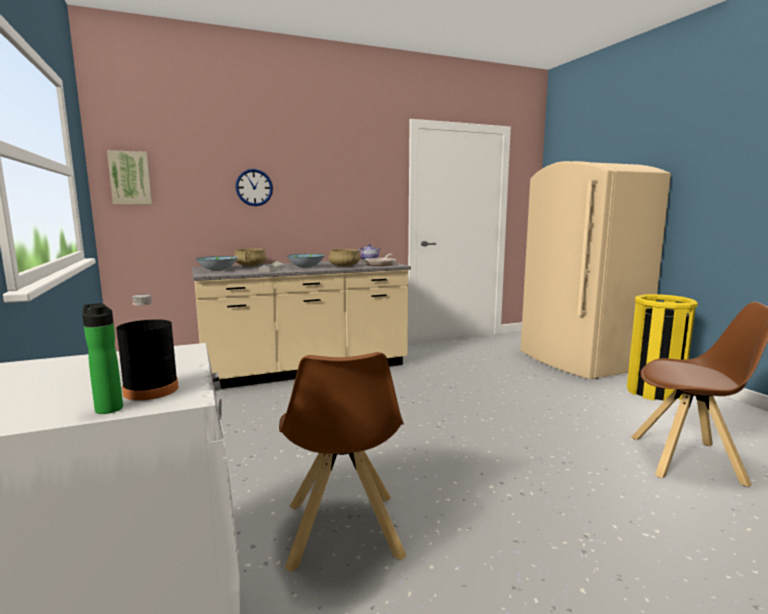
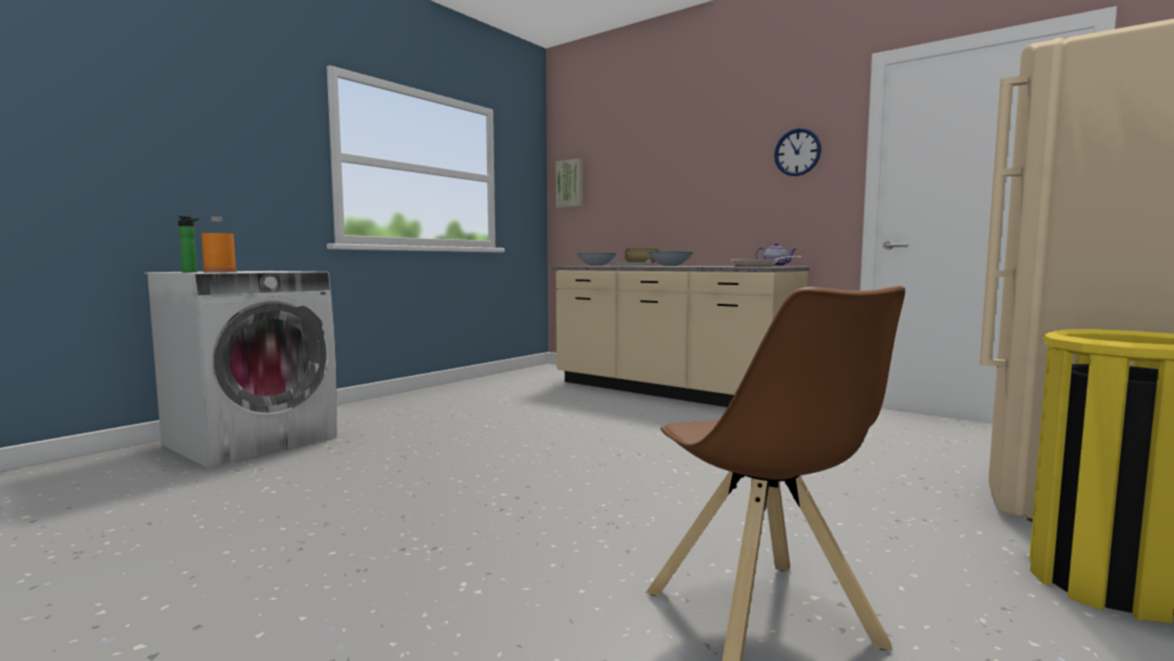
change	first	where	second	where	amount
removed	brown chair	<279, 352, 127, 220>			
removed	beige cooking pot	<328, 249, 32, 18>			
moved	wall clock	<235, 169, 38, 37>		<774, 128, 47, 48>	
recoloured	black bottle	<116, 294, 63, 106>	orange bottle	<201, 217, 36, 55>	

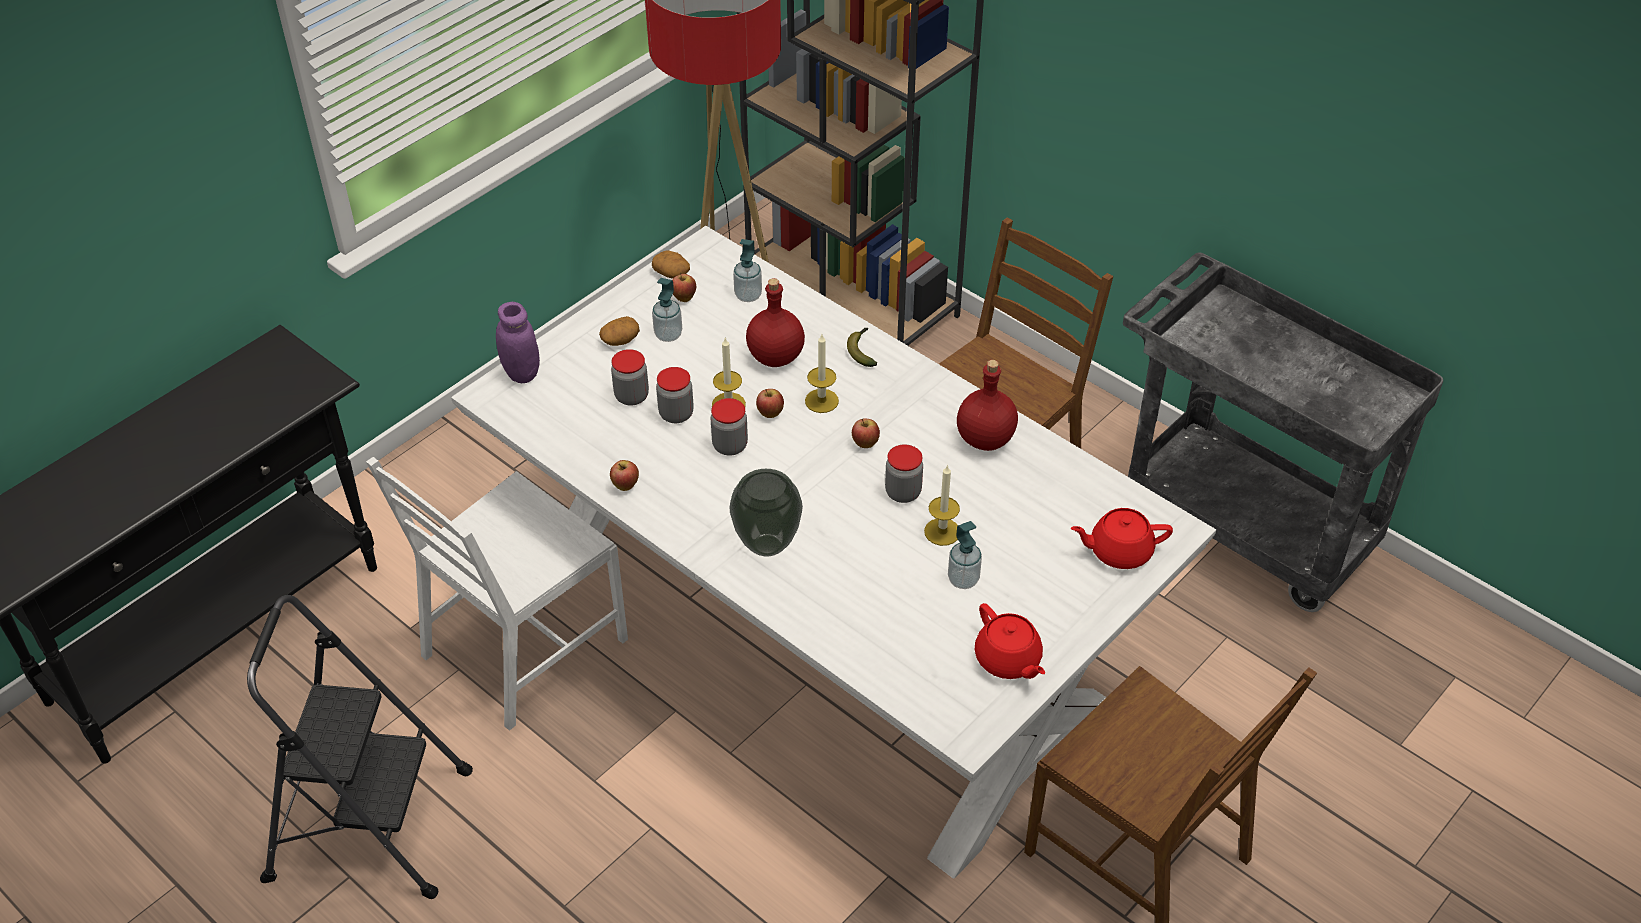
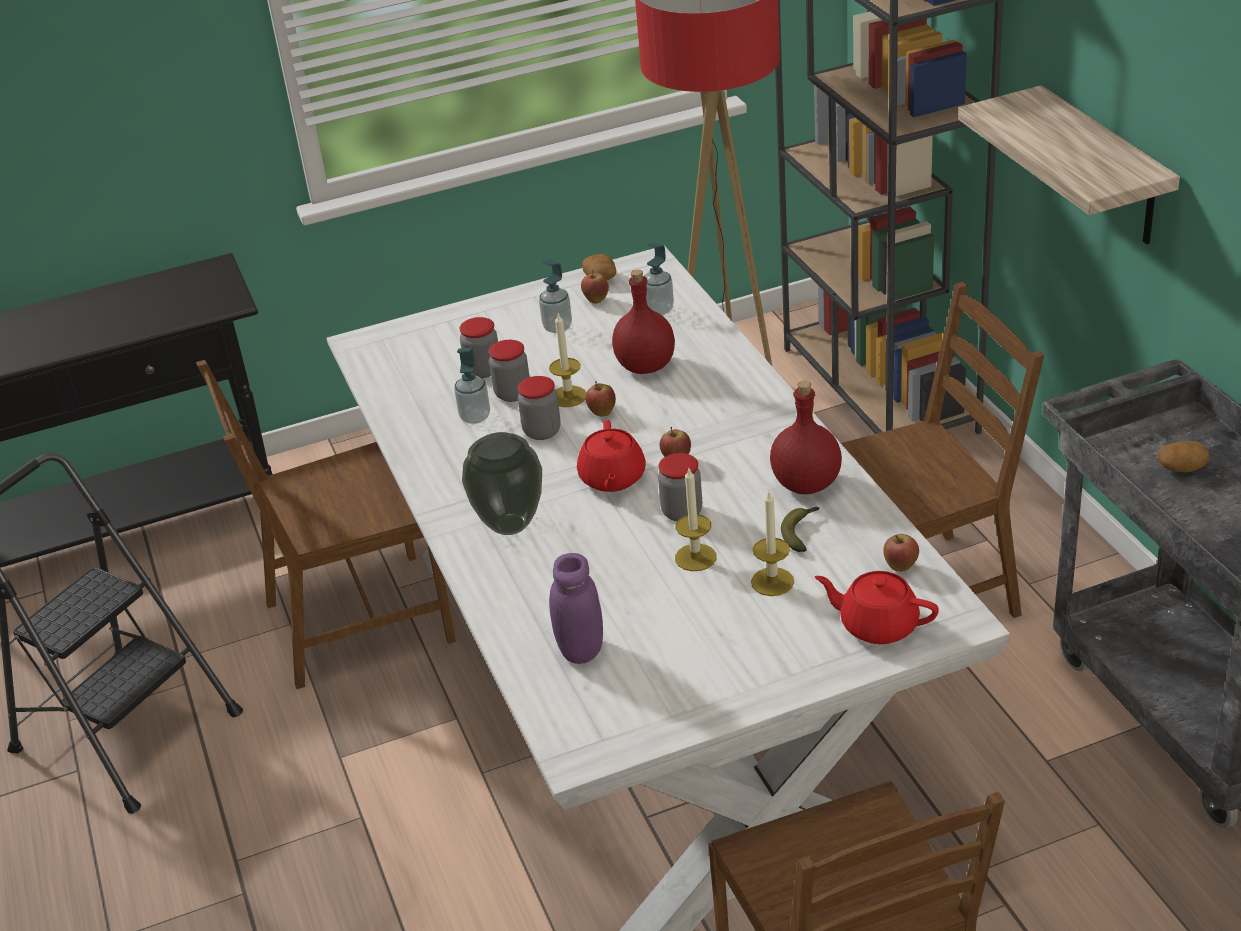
change	first	where	second	where	amount
added			shelf	<958, 85, 222, 159>	
moved	purple jar	<496, 302, 44, 81>		<549, 553, 54, 111>	
moved	potato	<599, 316, 41, 30>		<1157, 441, 52, 32>	
moved	apple	<610, 460, 29, 31>		<883, 534, 36, 38>	
moved	candle	<805, 335, 34, 78>		<751, 490, 43, 106>	
moved	banana	<847, 328, 30, 39>		<781, 506, 38, 46>	
moved	soap dispenser	<948, 521, 34, 68>		<454, 348, 36, 76>	
moved	red teapot	<975, 603, 70, 76>		<577, 420, 69, 72>	
recoloured	white chair	<366, 457, 262, 274>	brown chair	<196, 360, 260, 329>	

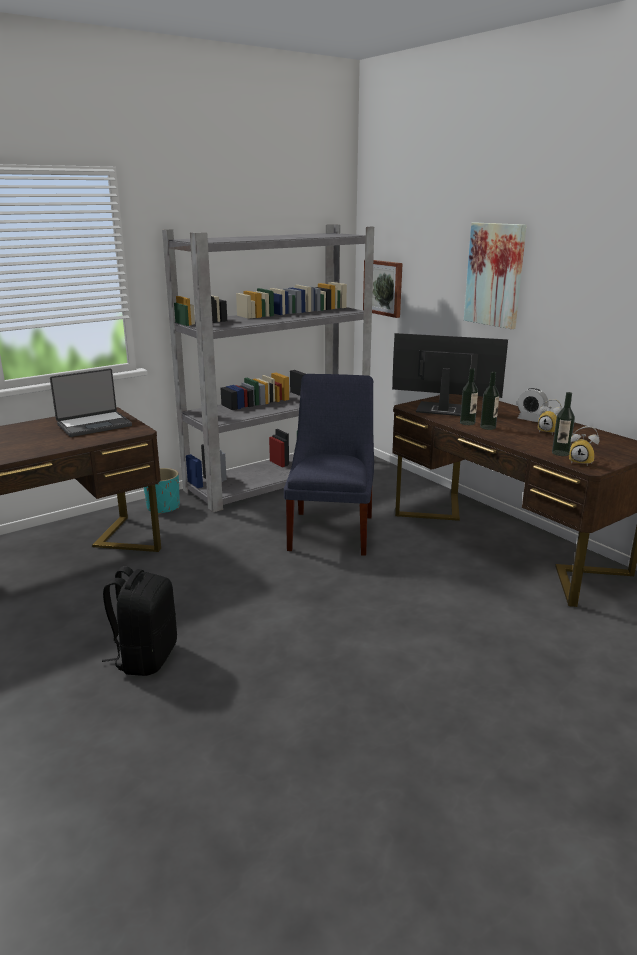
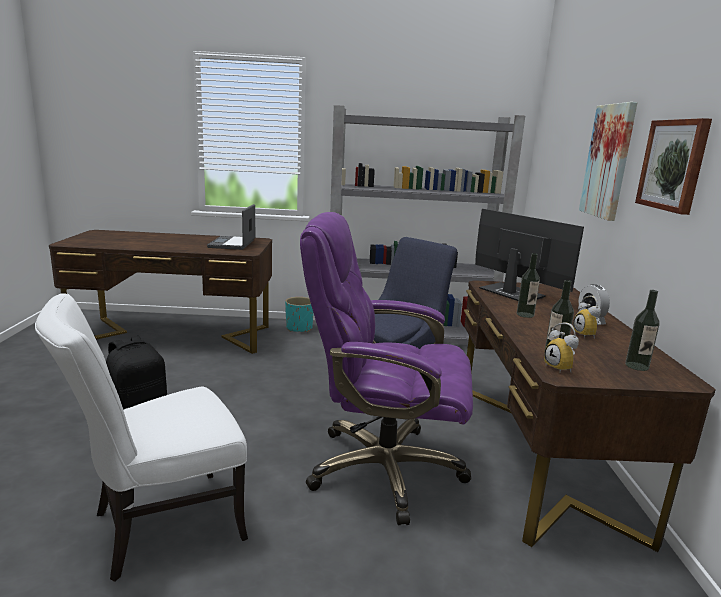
change	first	where	second	where	amount
added			white chair	<35, 293, 213, 289>	
added			purple office chair	<300, 212, 173, 313>	
moved	picture	<363, 260, 40, 58>		<635, 118, 77, 97>	
moved	bottle	<460, 368, 18, 57>		<625, 290, 34, 81>	
turned	laptop	<50, 368, 82, 69>		<207, 204, 48, 46>	90 degrees clockwise

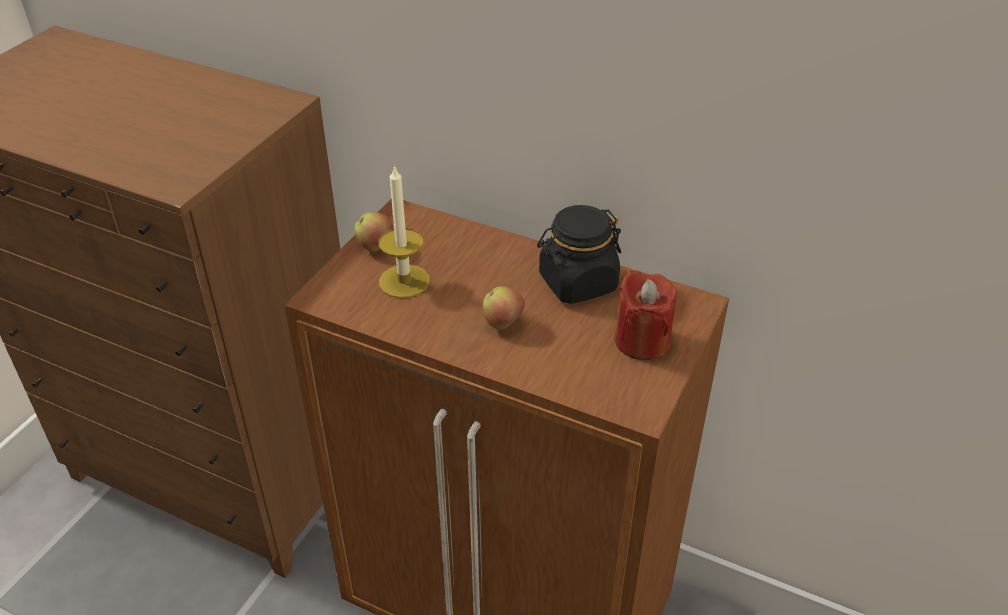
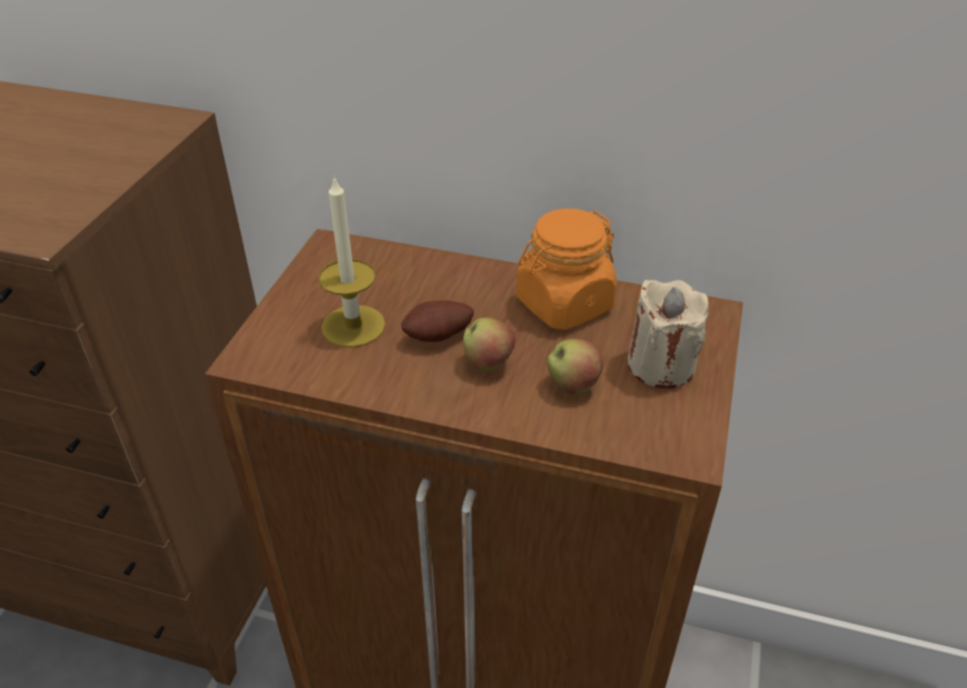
change	first	where	second	where	amount
added			potato	<401, 300, 73, 42>	
moved	apple	<355, 212, 38, 40>		<547, 339, 56, 55>	
recoloured	black jar	<537, 205, 84, 99>	orange jar	<516, 209, 101, 121>	
recoloured	red candle	<615, 271, 62, 89>	beige candle	<627, 279, 82, 110>	

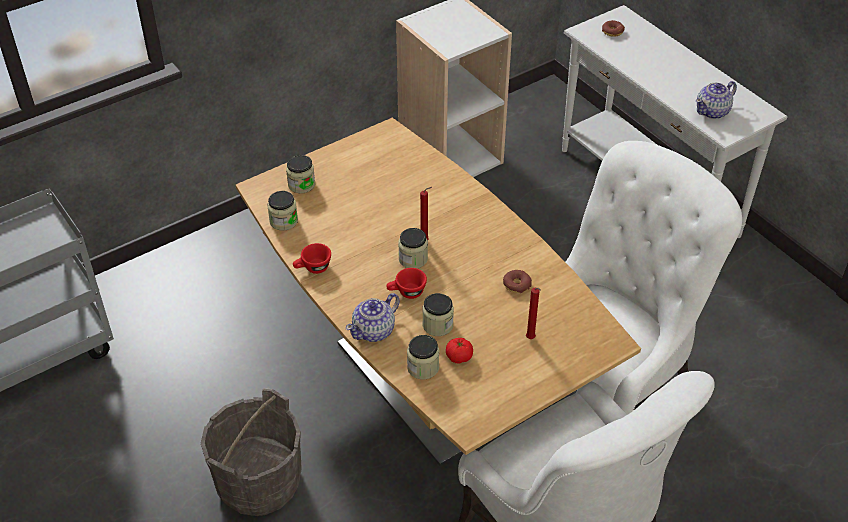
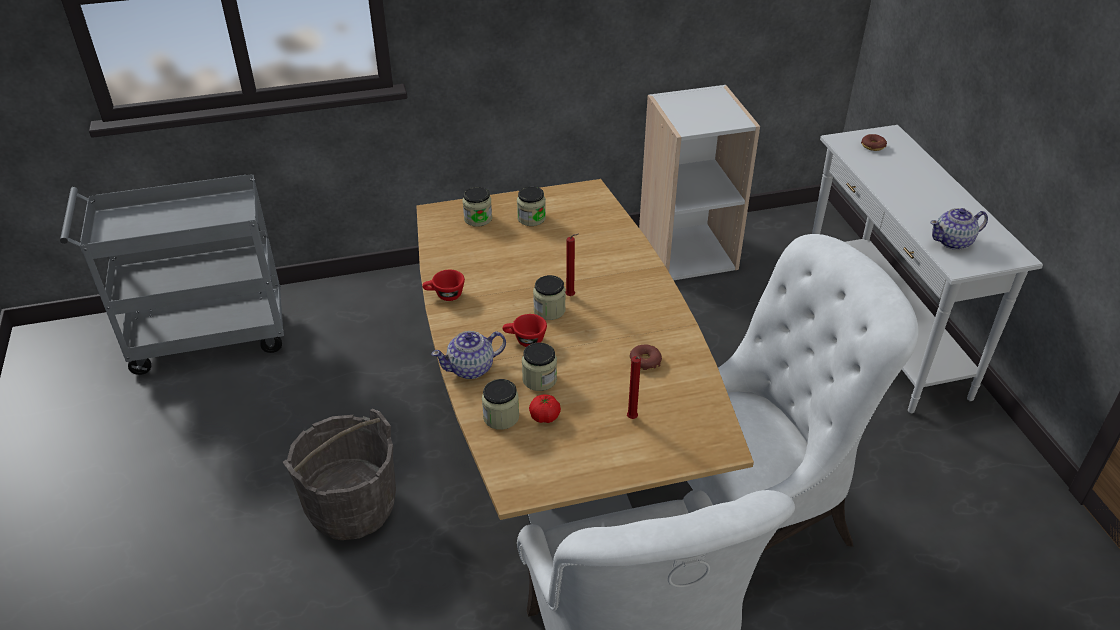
change	first	where	second	where	amount
moved	jar	<267, 191, 31, 39>		<517, 186, 29, 40>	

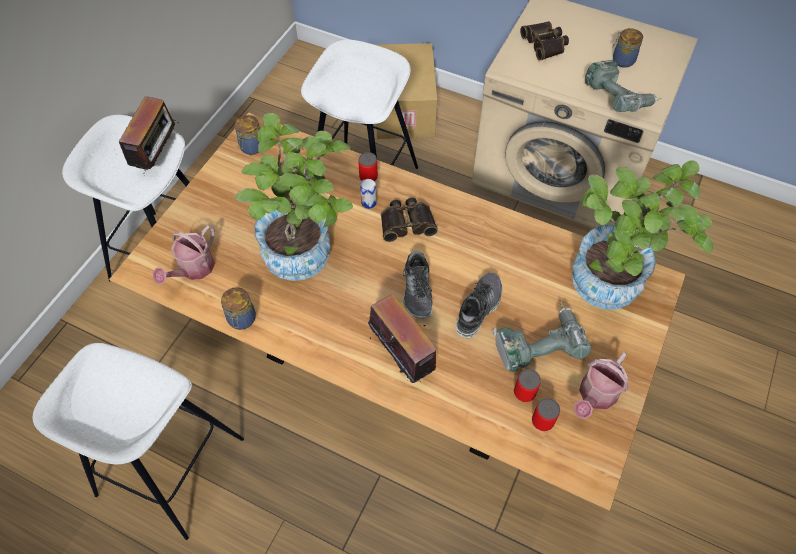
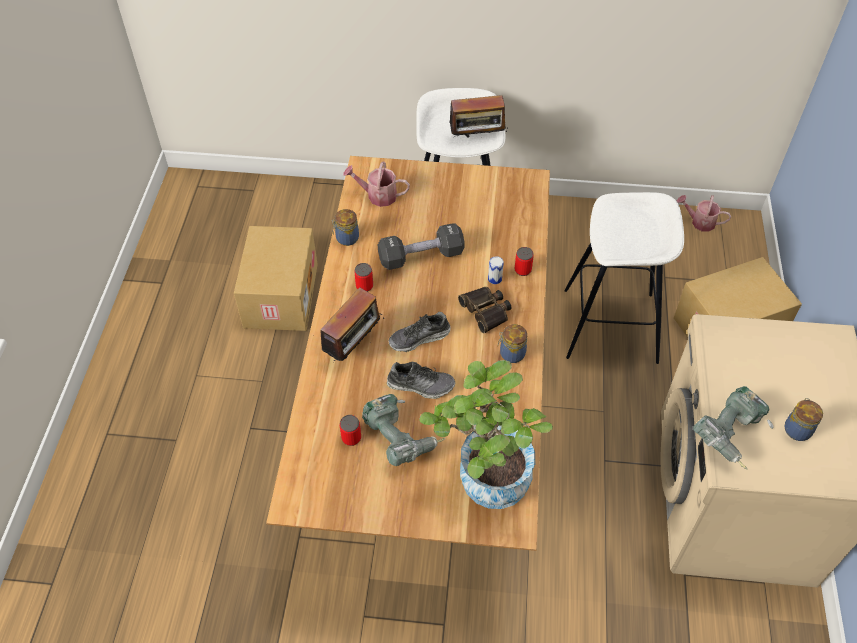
change	first	where	second	where	amount
removed	binoculars	<520, 21, 49, 40>			
moved	jar	<235, 115, 25, 40>		<498, 324, 29, 39>	
moved	can	<532, 398, 28, 33>		<354, 263, 19, 29>	
moved	watering can	<574, 352, 54, 67>		<677, 195, 54, 37>	
replaced	white stool	<33, 343, 211, 197>	cardboard box	<234, 226, 84, 105>	
replaced	potted plant	<235, 113, 118, 168>	black dumbbell	<378, 223, 87, 47>	

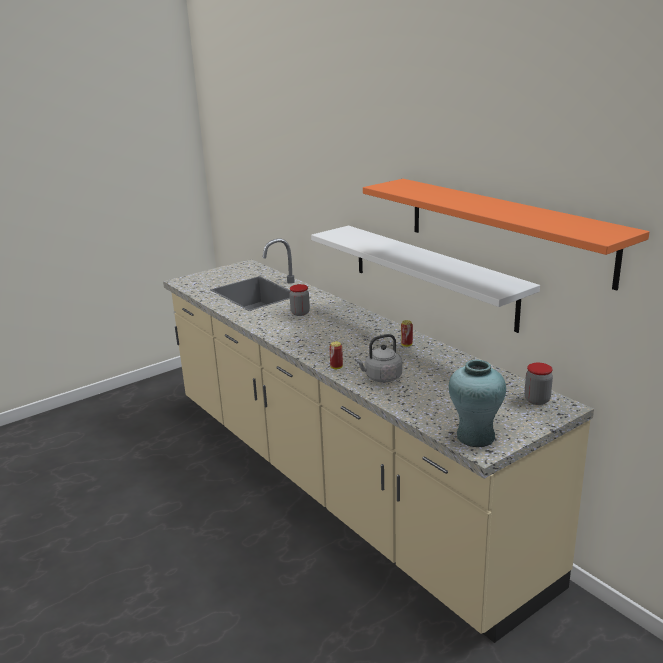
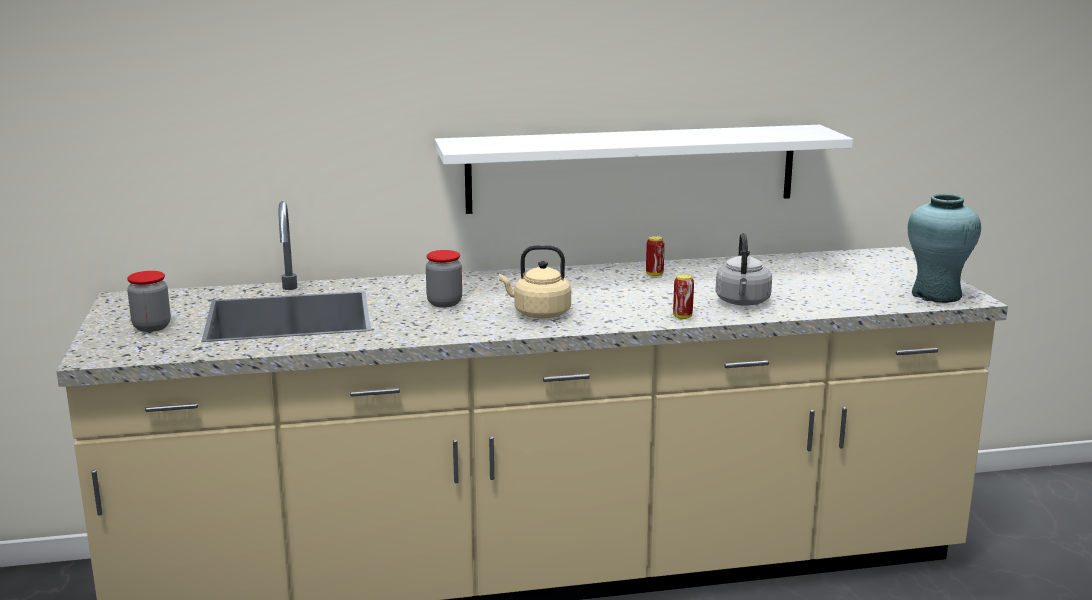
change	first	where	second	where	amount
removed	orange shelf	<363, 179, 286, 111>			
added			beige kettle	<499, 245, 72, 74>	
moved	jar	<524, 363, 29, 42>		<127, 271, 44, 61>	

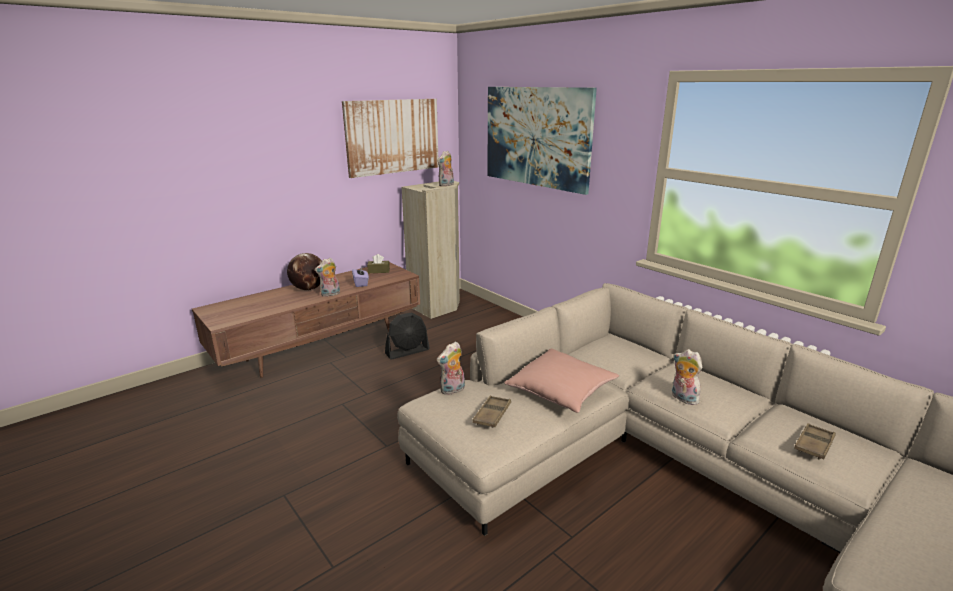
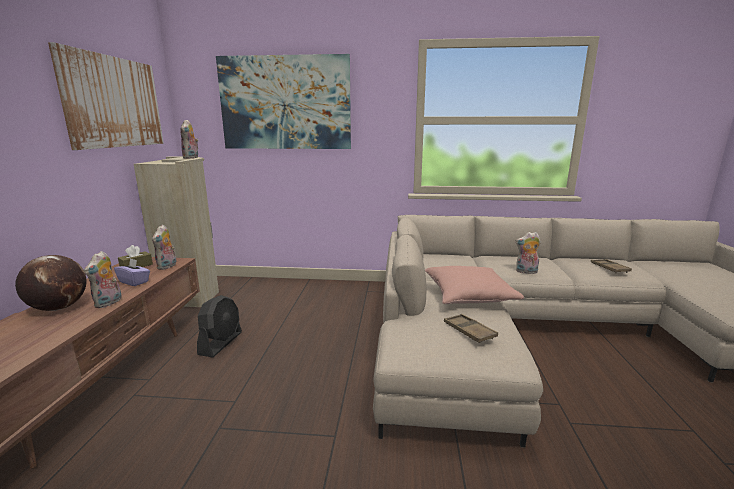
change	first	where	second	where	amount
moved	plush toy	<437, 341, 28, 54>		<152, 225, 25, 45>	

